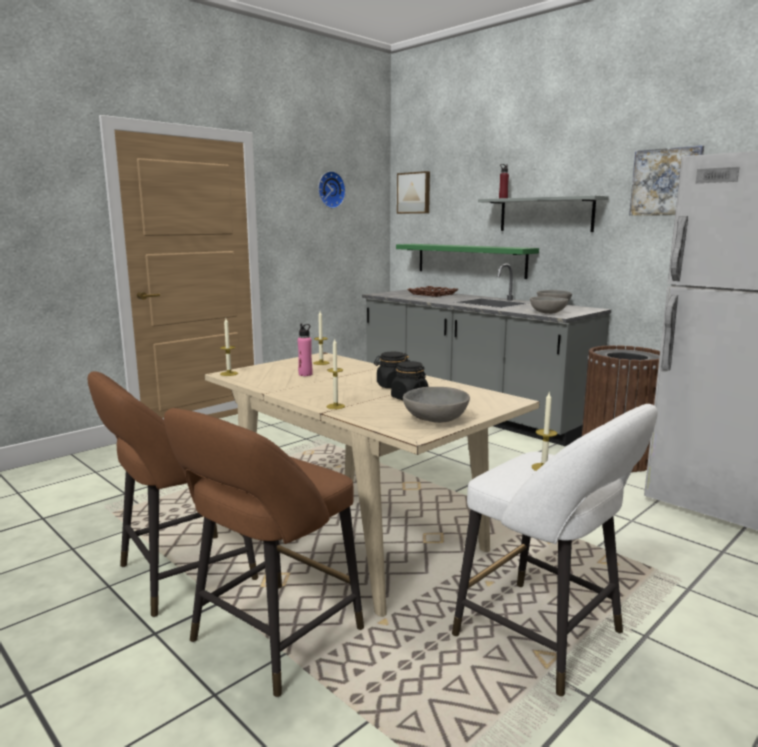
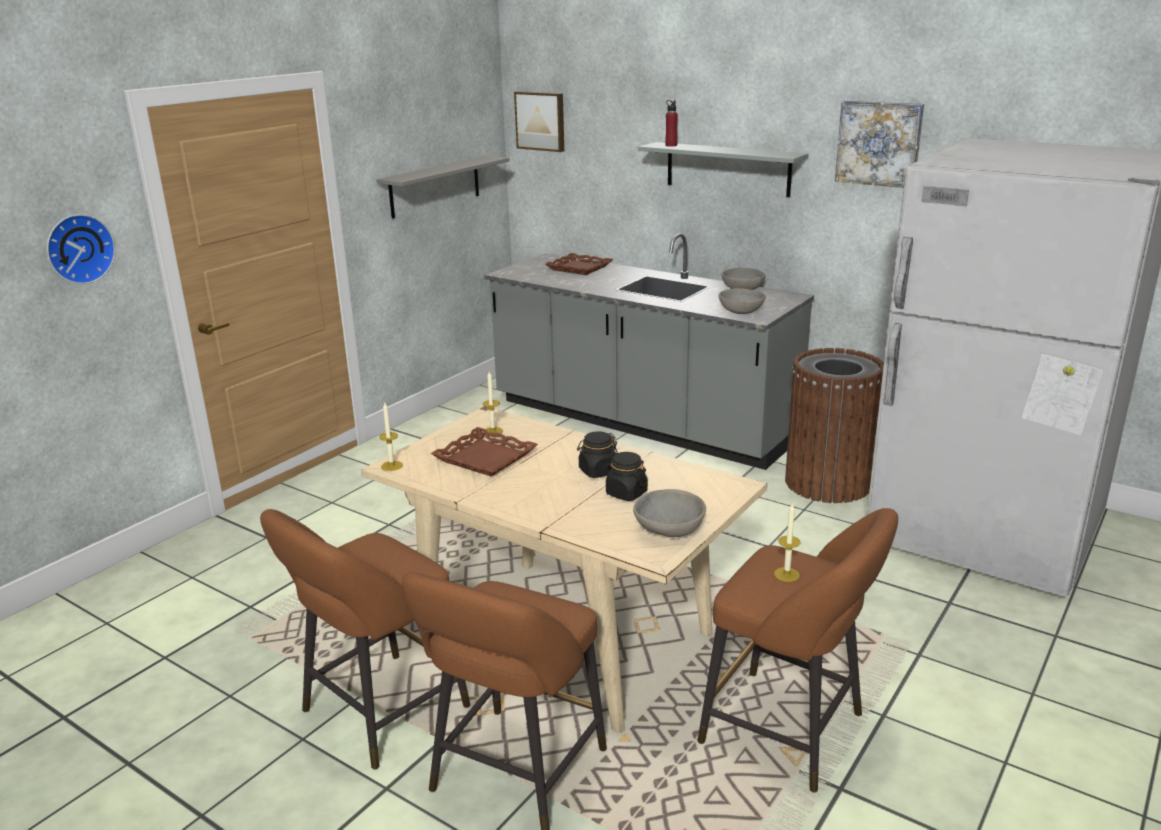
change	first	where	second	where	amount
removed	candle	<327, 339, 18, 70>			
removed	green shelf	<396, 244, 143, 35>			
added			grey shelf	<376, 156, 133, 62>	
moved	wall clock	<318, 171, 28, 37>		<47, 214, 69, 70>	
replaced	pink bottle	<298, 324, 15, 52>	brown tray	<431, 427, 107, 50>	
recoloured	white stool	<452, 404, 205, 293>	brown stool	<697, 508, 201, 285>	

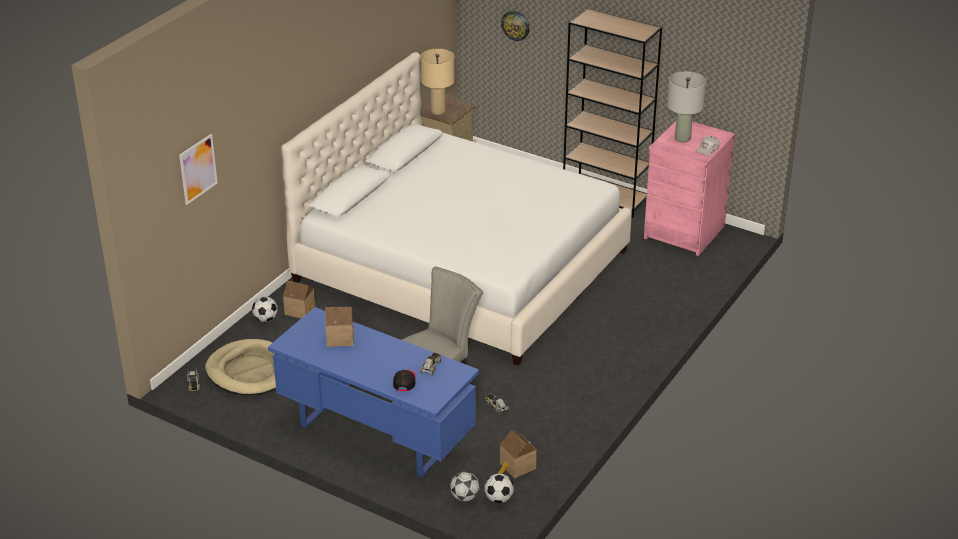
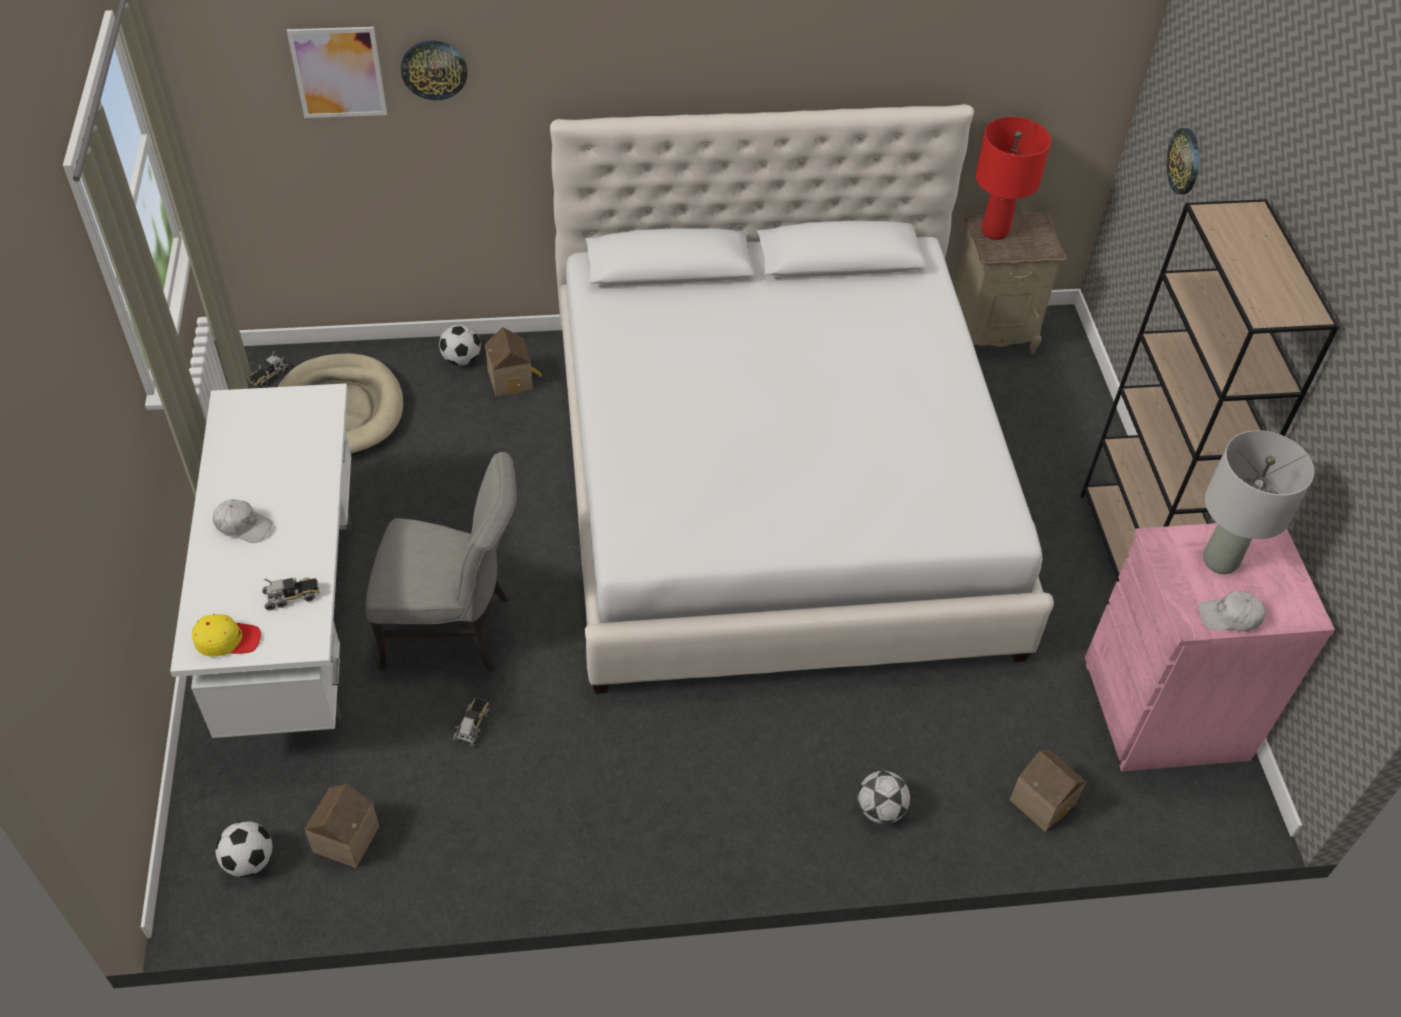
change	first	where	second	where	amount
removed	black cap	<393, 370, 23, 21>			
added			yellow cap	<192, 614, 69, 42>	
added			white cap	<213, 499, 60, 44>	
added			wall clock	<401, 41, 66, 59>	
moved	toy house	<325, 307, 29, 40>		<1010, 750, 76, 82>	
moved	football	<450, 472, 30, 29>		<858, 771, 52, 53>	
recoloured	blue desk	<268, 307, 211, 170>	white desk	<170, 383, 181, 355>	
recoloured	beige table lamp	<420, 49, 35, 66>	red table lamp	<976, 117, 75, 123>	

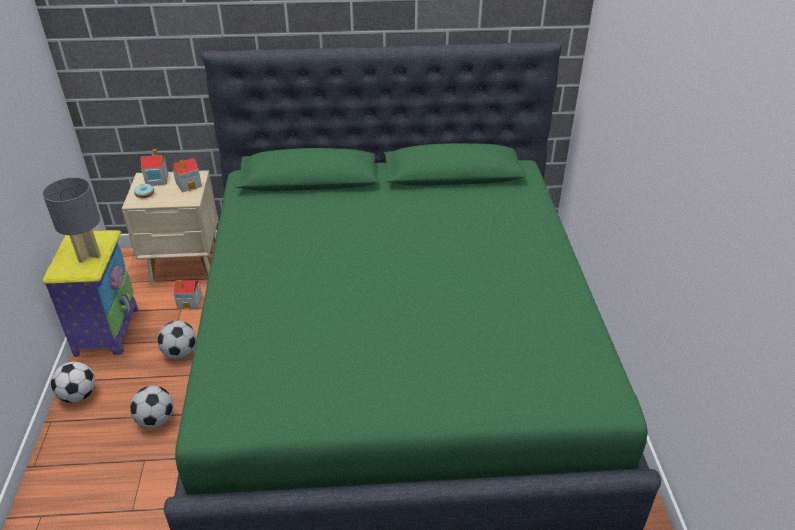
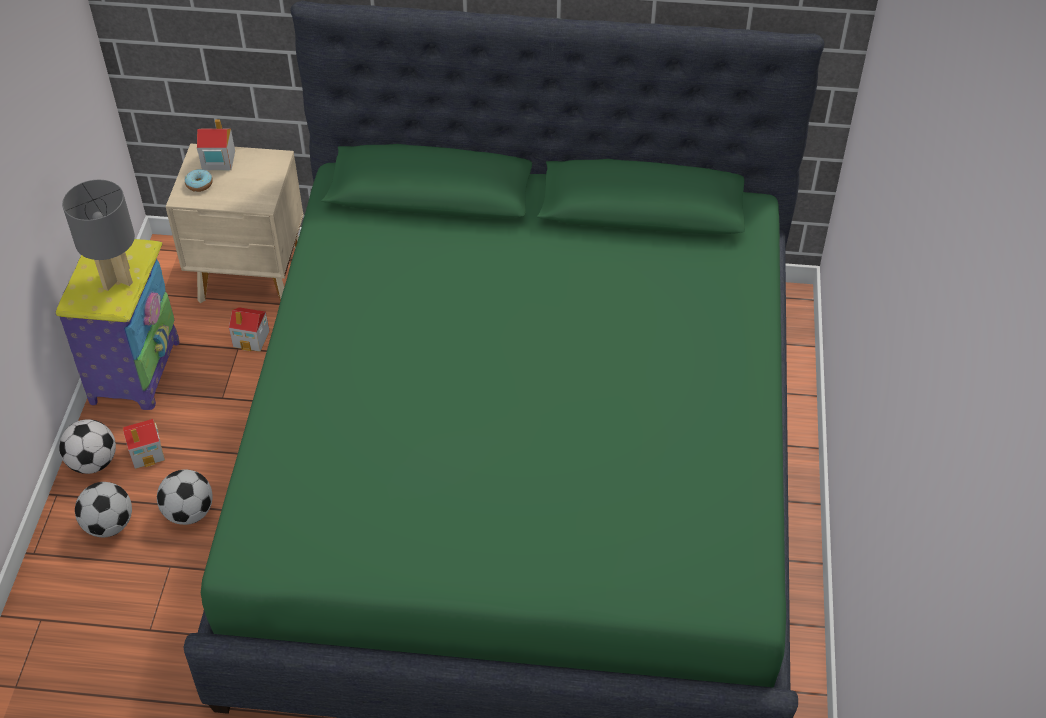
change	first	where	second	where	amount
moved	football	<157, 321, 39, 38>		<75, 482, 57, 55>	
moved	toy house	<172, 158, 30, 34>		<123, 419, 42, 50>	

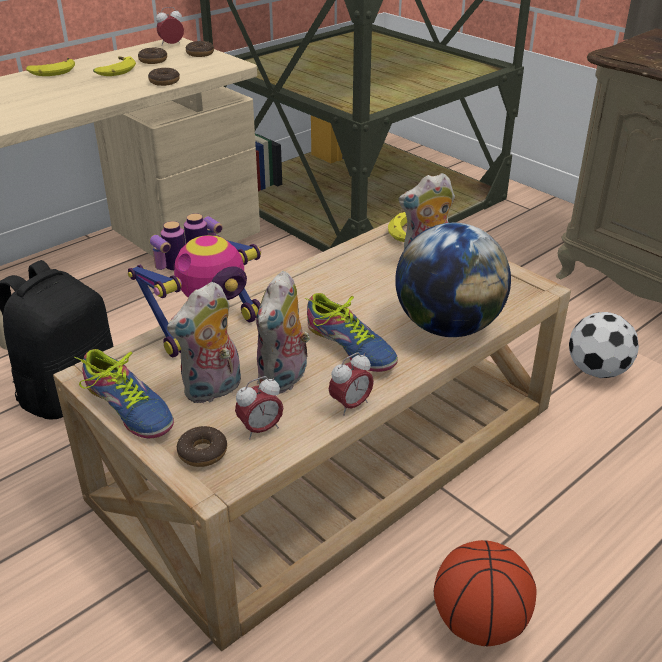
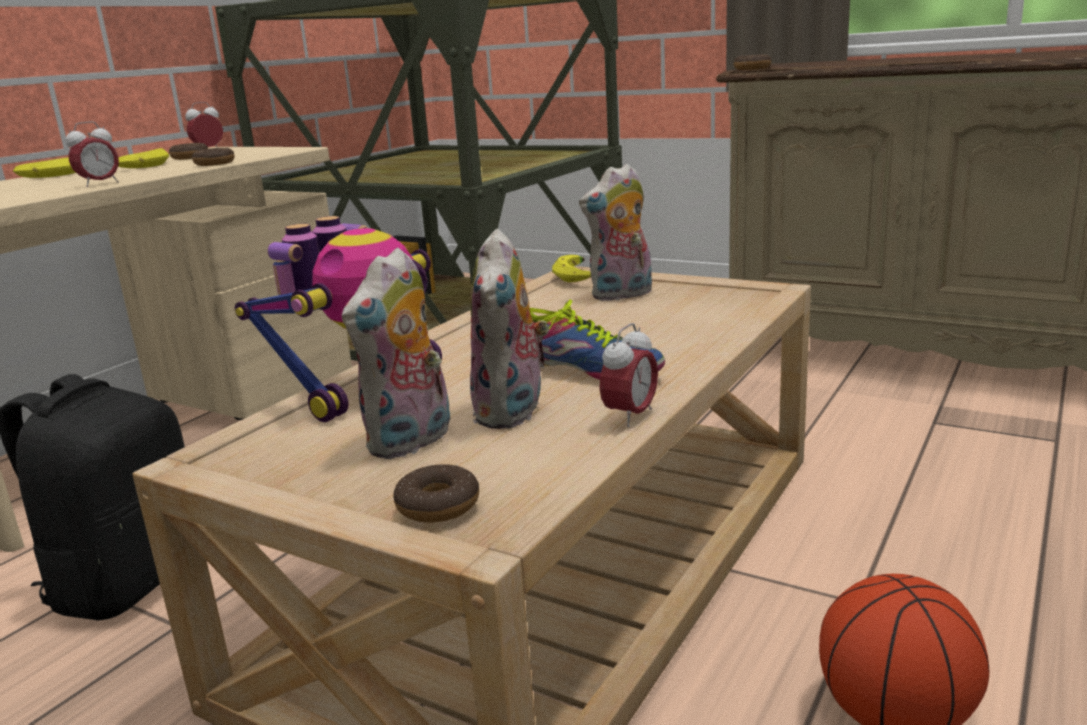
change	first	where	second	where	amount
removed	shoe	<75, 349, 99, 89>			
removed	globe	<395, 223, 116, 114>			
removed	football	<569, 312, 70, 66>			
moved	donut	<186, 41, 28, 16>		<734, 54, 37, 16>	
moved	alarm clock	<235, 376, 48, 64>		<66, 121, 53, 66>	

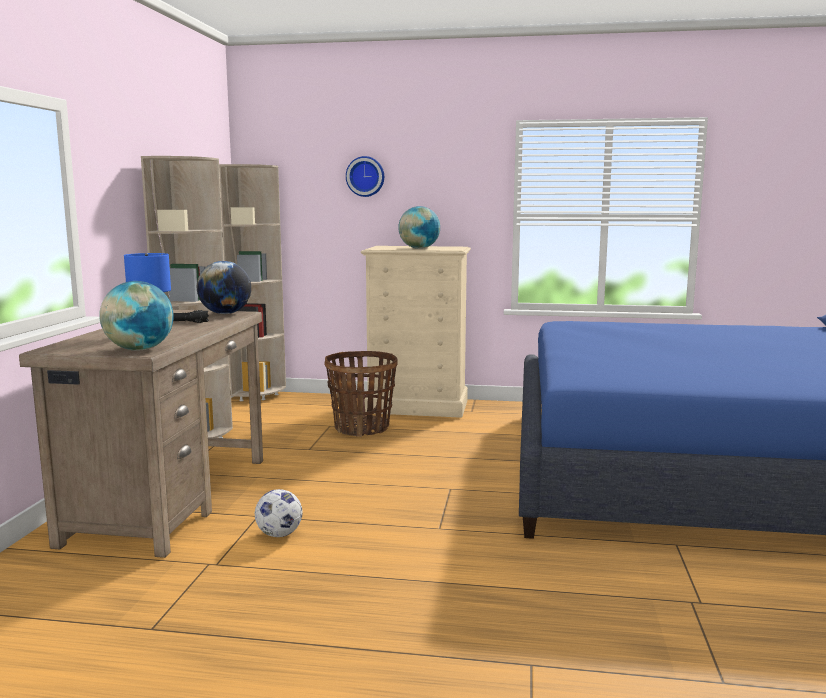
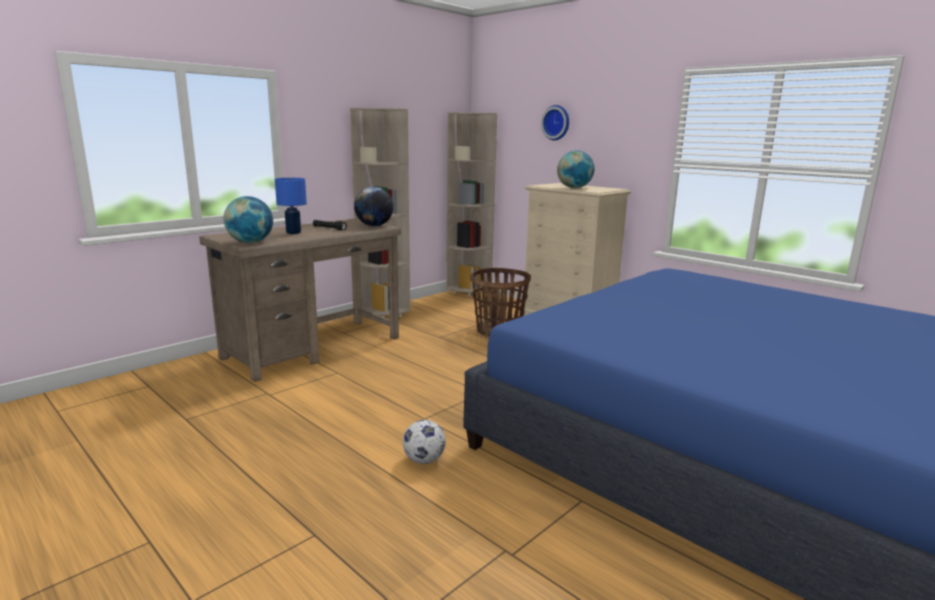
change	first	where	second	where	amount
moved	football	<255, 489, 48, 48>		<403, 420, 43, 44>	

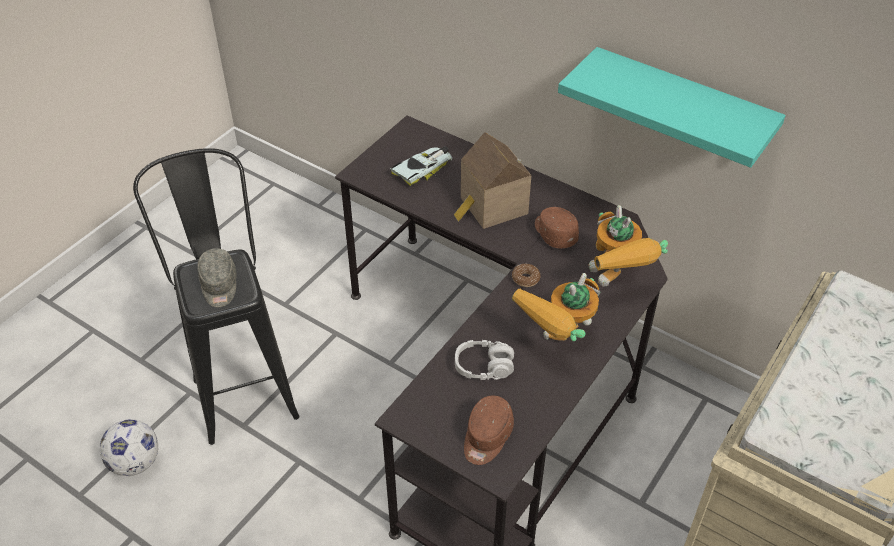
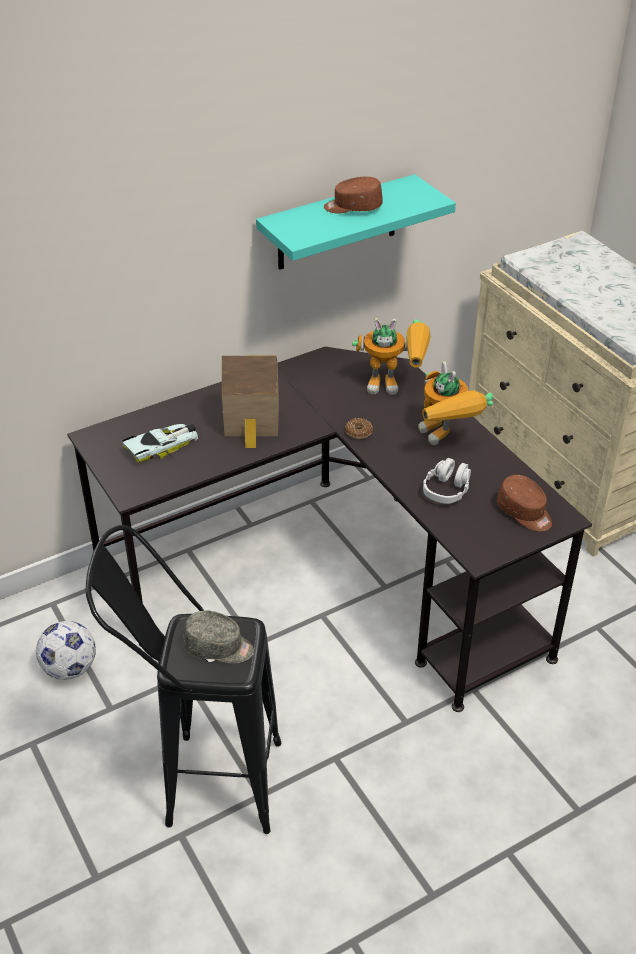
change	first	where	second	where	amount
moved	football	<100, 419, 58, 57>		<36, 621, 60, 59>	
moved	brown cap	<535, 207, 44, 41>		<324, 176, 59, 38>	
turned	toy car	<390, 146, 63, 40>		<122, 424, 76, 39>	75 degrees clockwise

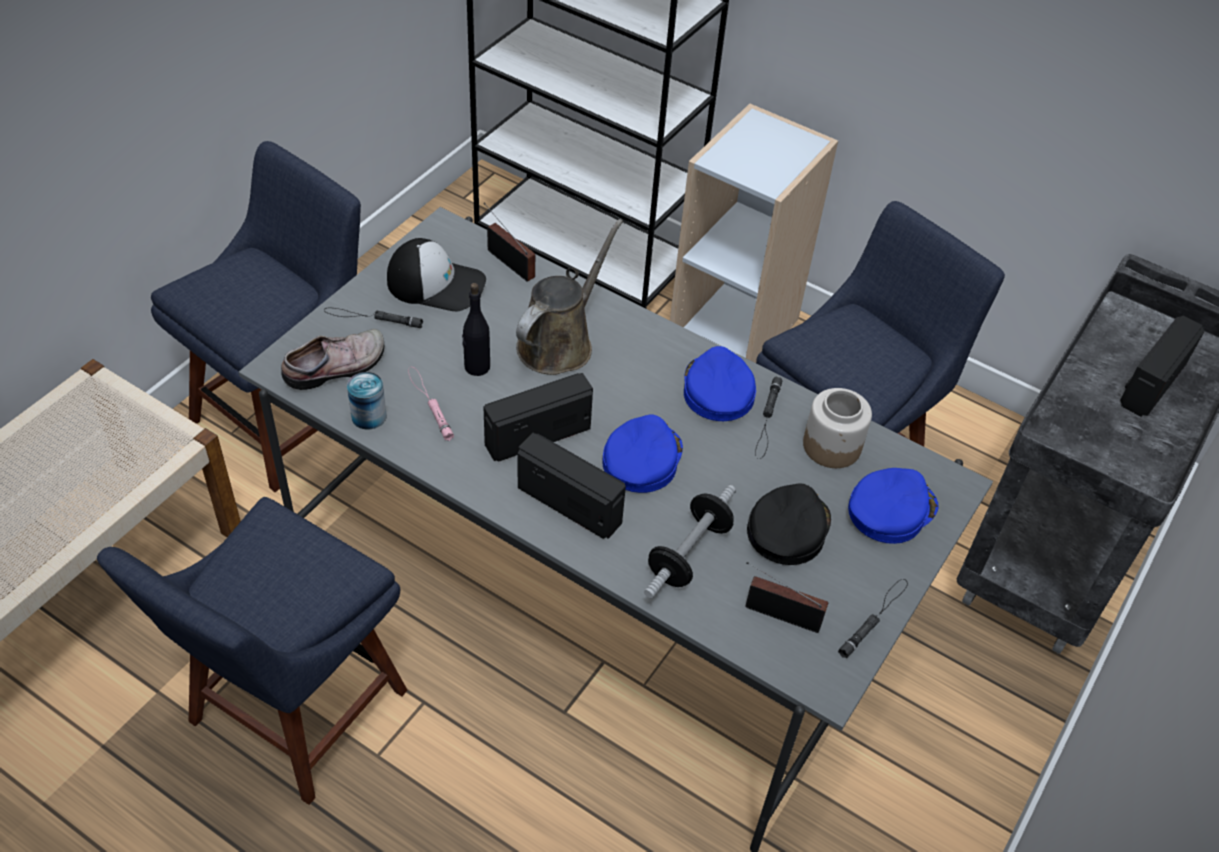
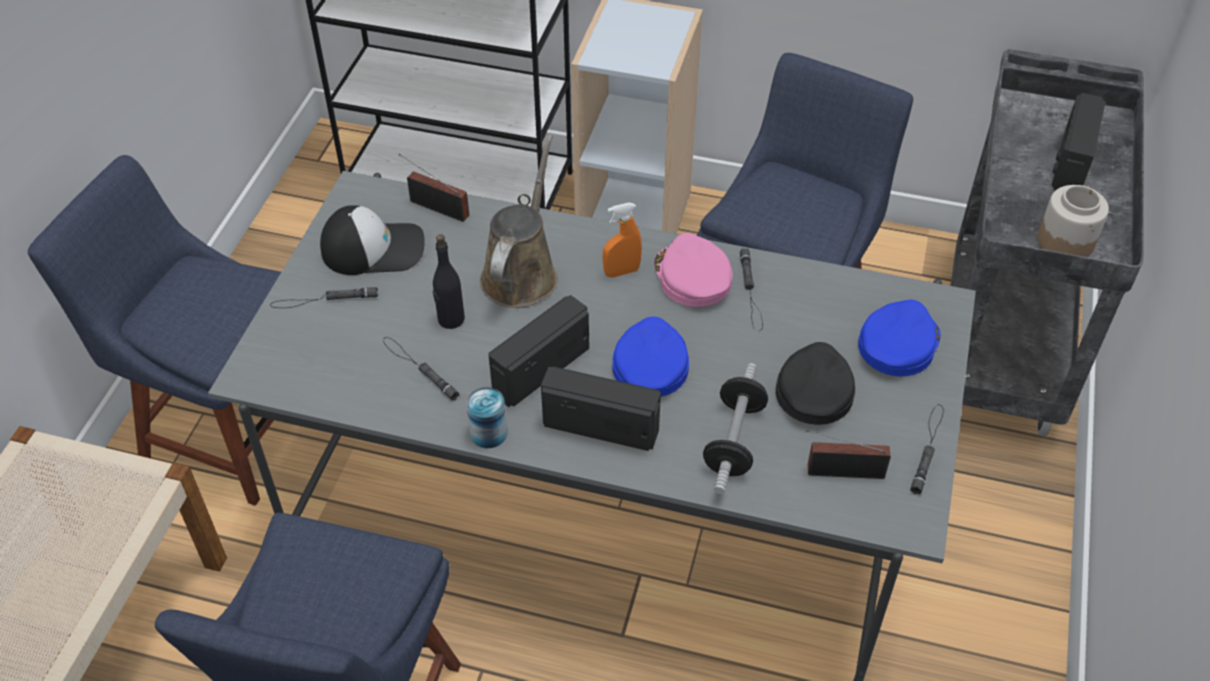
change	first	where	second	where	amount
removed	shoe	<281, 329, 103, 61>			
added			orange spray bottle	<603, 203, 39, 75>	
moved	can	<347, 372, 40, 58>		<466, 387, 41, 61>	
moved	jar	<803, 388, 69, 80>		<1038, 185, 71, 72>	
recoloured	pink flashlight	<408, 367, 46, 74>	black flashlight	<383, 337, 76, 64>	
recoloured	blue cap	<684, 346, 72, 75>	pink cap	<654, 233, 78, 74>	
turned	blue chair	<151, 141, 210, 351>		<28, 155, 253, 351>	90 degrees counterclockwise

